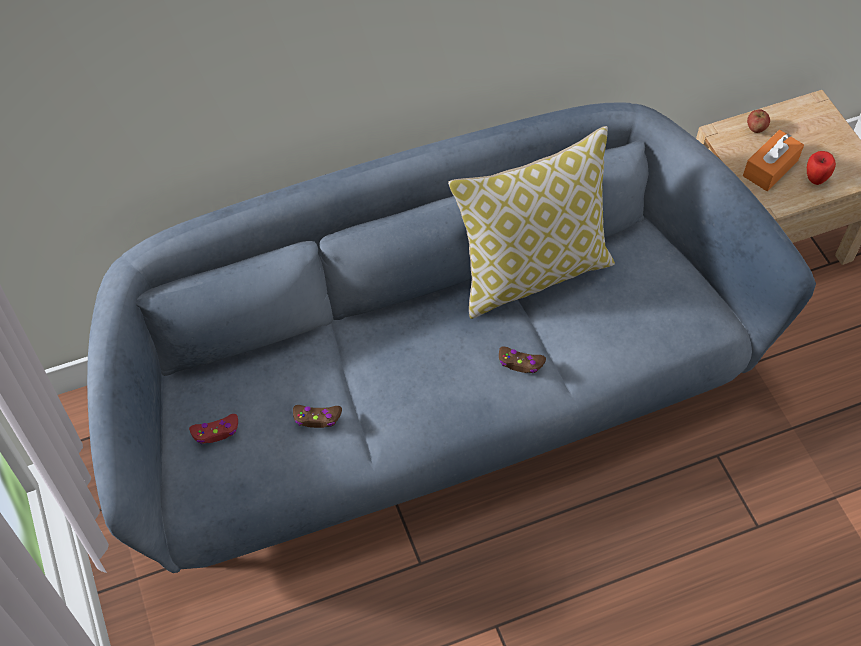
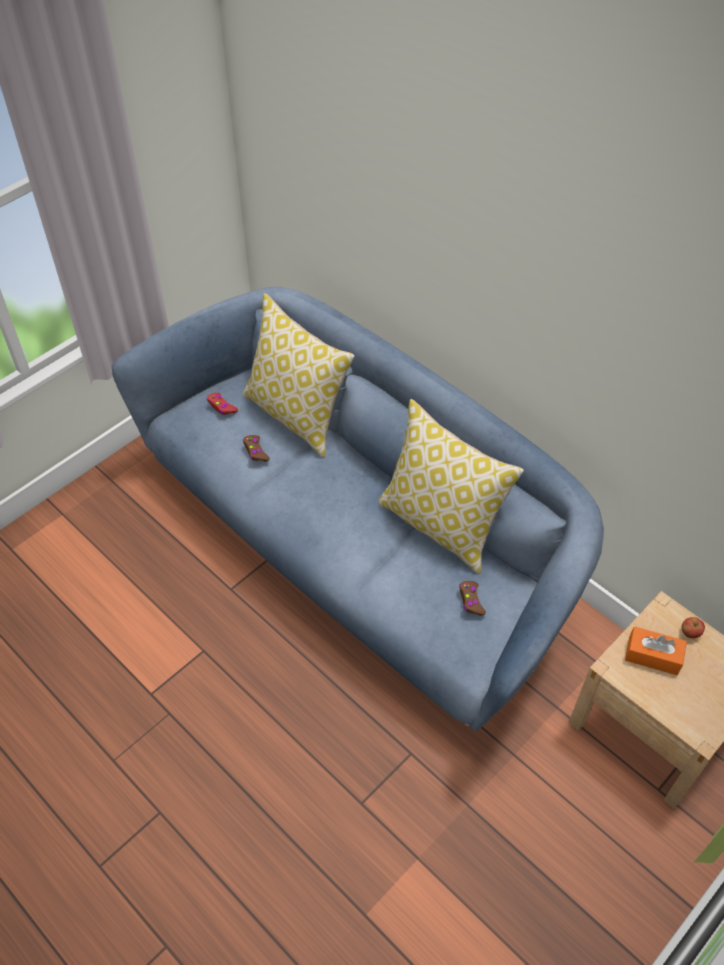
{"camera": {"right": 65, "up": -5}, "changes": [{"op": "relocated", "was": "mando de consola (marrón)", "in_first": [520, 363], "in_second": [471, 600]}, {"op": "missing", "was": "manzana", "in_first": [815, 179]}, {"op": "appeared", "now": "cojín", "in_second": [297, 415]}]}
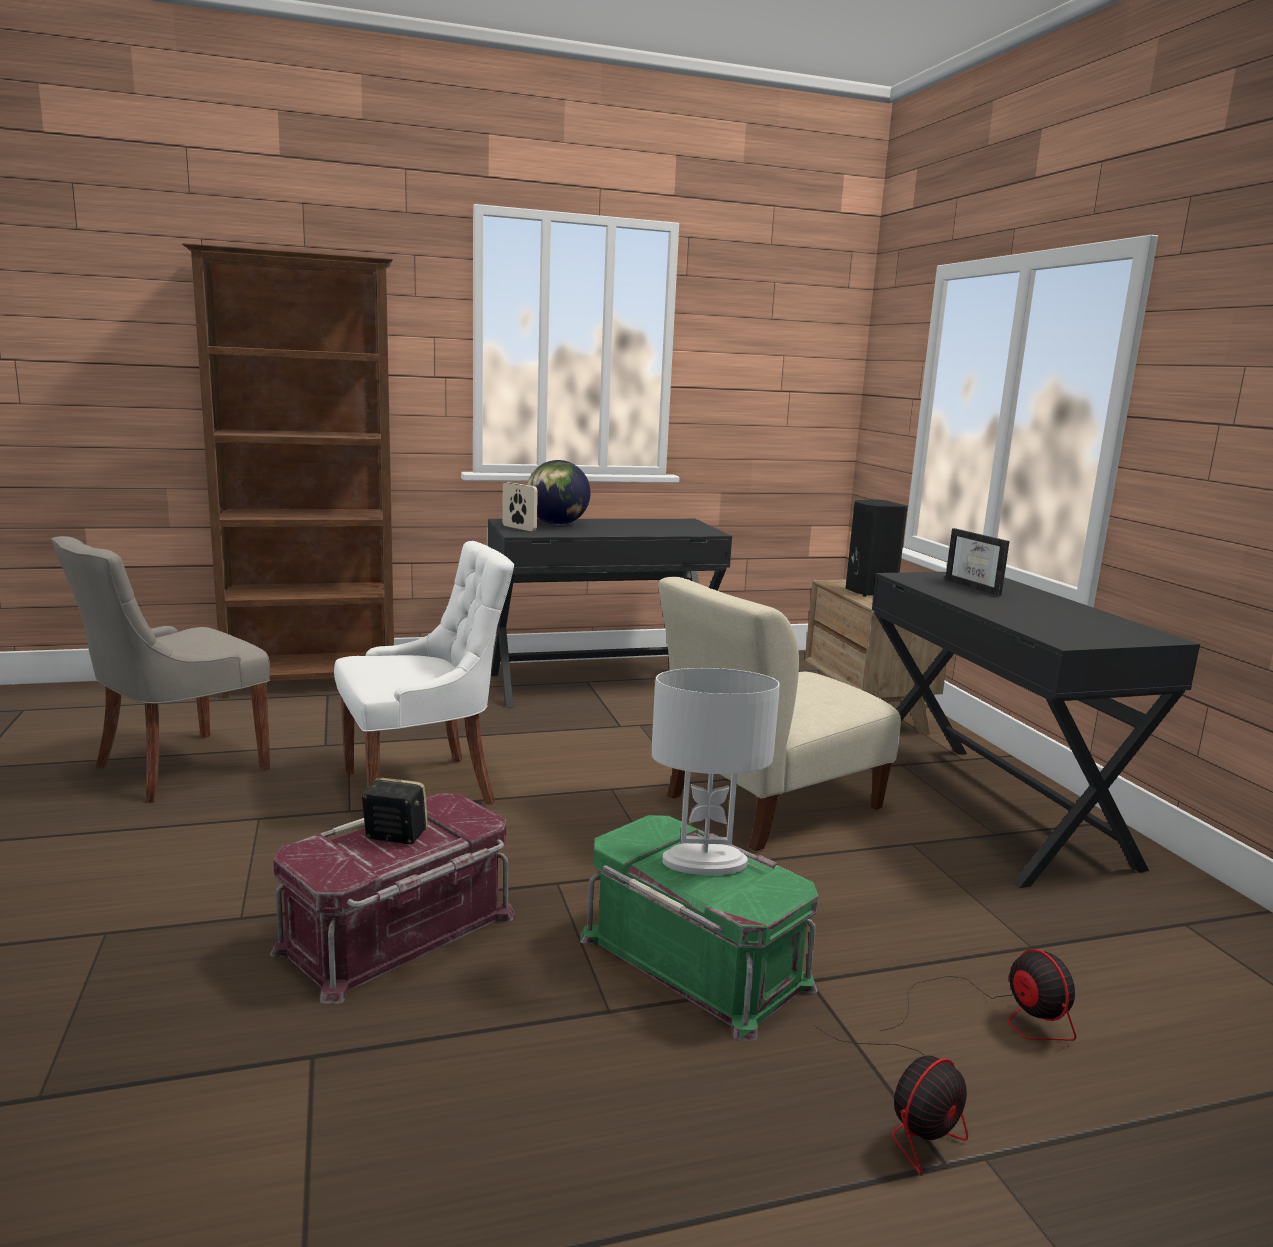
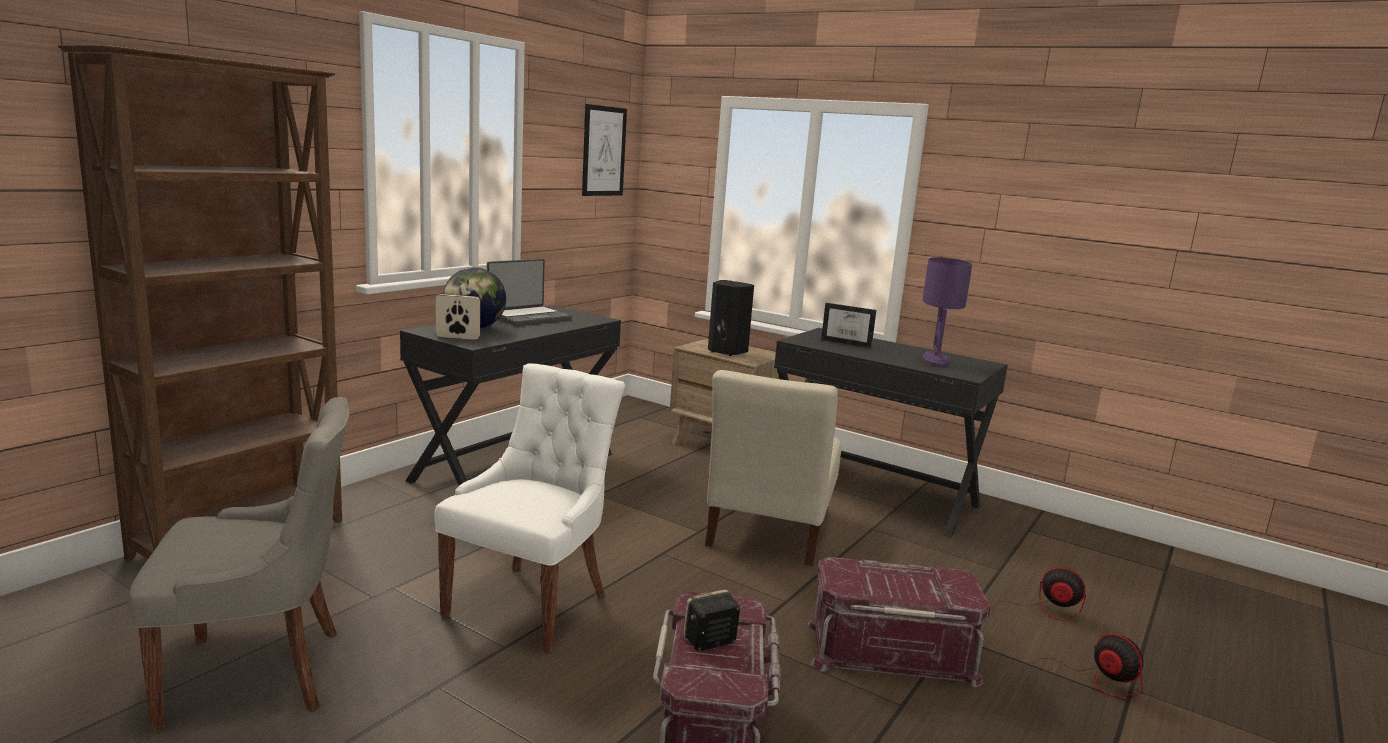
{"camera": {"right": -40, "up": 0}, "changes": [{"op": "spun", "was": "silla (gris)", "in_first": [177, 768], "in_second": [259, 675], "clockwise": -105}, {"op": "colour", "was": "caja de almacenaje (verde)", "now": "caja de almacenaje (rojo)", "in_first": [697, 960], "in_second": [891, 651]}, {"op": "missing", "was": "lámpara de mesa (blanco)", "in_first": [704, 863]}, {"op": "spun", "was": "ventilador", "in_first": [914, 1113], "in_second": [1085, 683], "clockwise": -45}, {"op": "appeared", "now": "portátil", "in_second": [528, 317]}, {"op": "appeared", "now": "cuadro", "in_second": [604, 151]}, {"op": "appeared", "now": "lámpara de mesa (morado)", "in_second": [934, 361]}]}
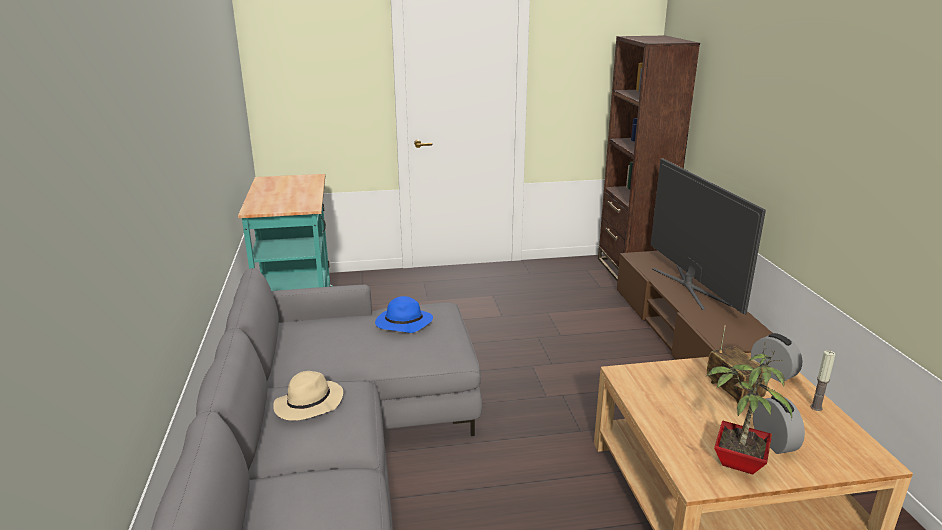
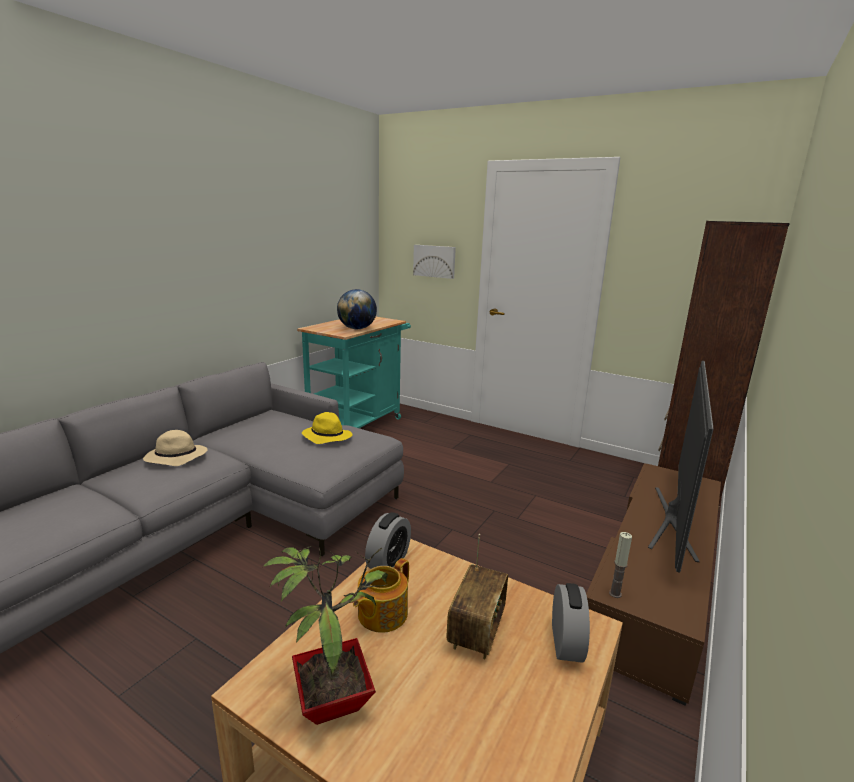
{"camera": {"right": 40, "up": -5}, "changes": [{"op": "colour", "was": "sombrero (azul)", "now": "sombrero (amarillo)", "in_first": [403, 324], "in_second": [326, 437]}, {"op": "relocated", "was": "despertador", "in_first": [773, 441], "in_second": [388, 561]}, {"op": "relocated", "was": "vela", "in_first": [816, 407], "in_second": [615, 593]}, {"op": "appeared", "now": "globo terráqueo", "in_second": [357, 329]}, {"op": "appeared", "now": "tetera", "in_second": [381, 614]}, {"op": "appeared", "now": "cuadro", "in_second": [434, 261]}]}
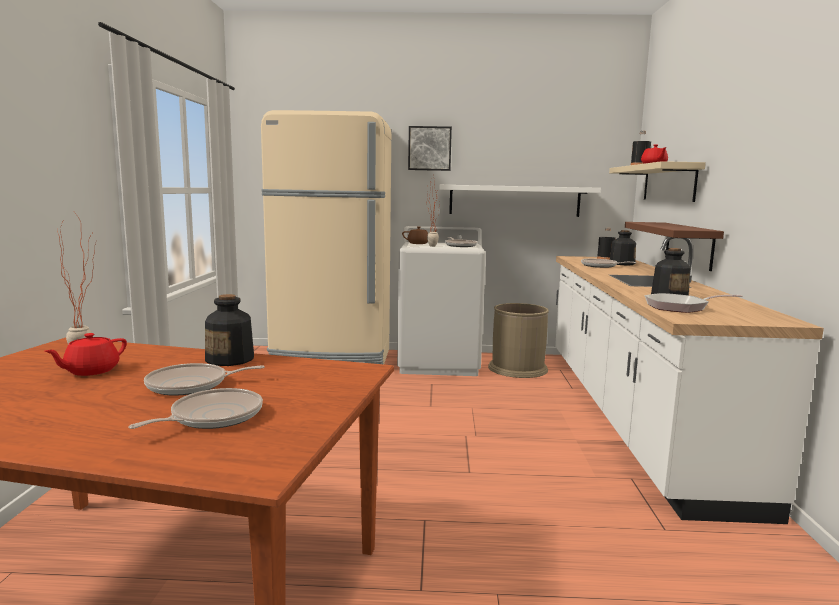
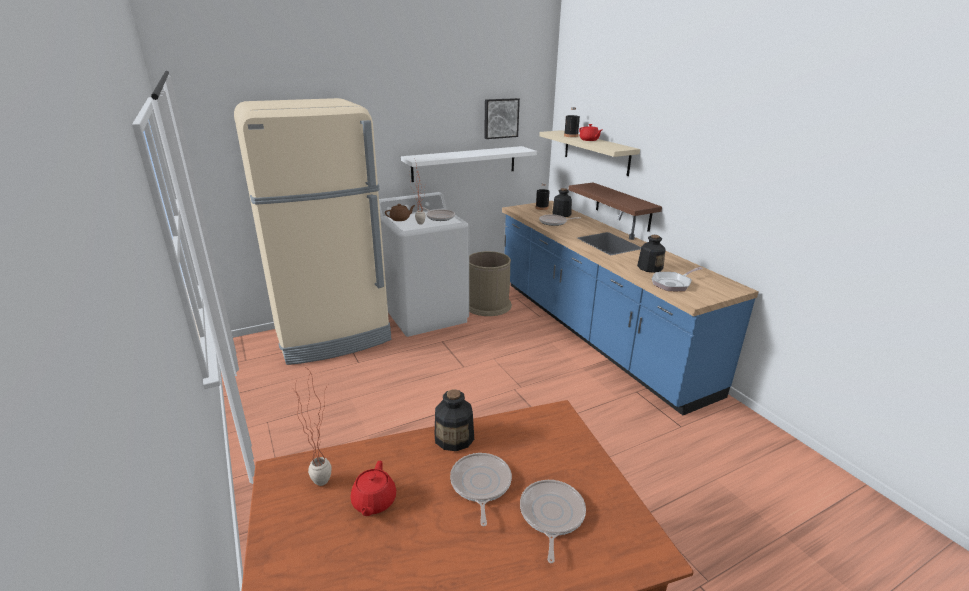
{"camera": {"right": -30, "up": 15}, "changes": [{"op": "spun", "was": "sartén", "in_first": [191, 385], "in_second": [480, 485], "clockwise": 135}, {"op": "relocated", "was": "cuadro", "in_first": [429, 148], "in_second": [500, 118]}, {"op": "colour", "was": "mueble bajo de cocina (blanco)", "now": "mueble bajo de cocina (azul)", "in_first": [630, 414], "in_second": [593, 332]}]}
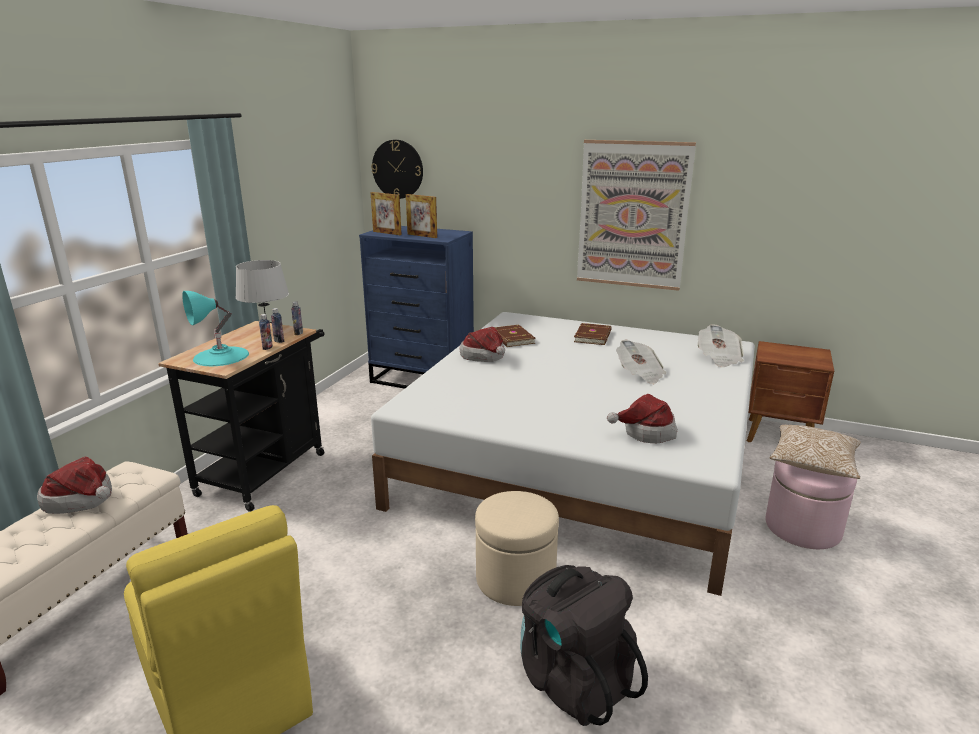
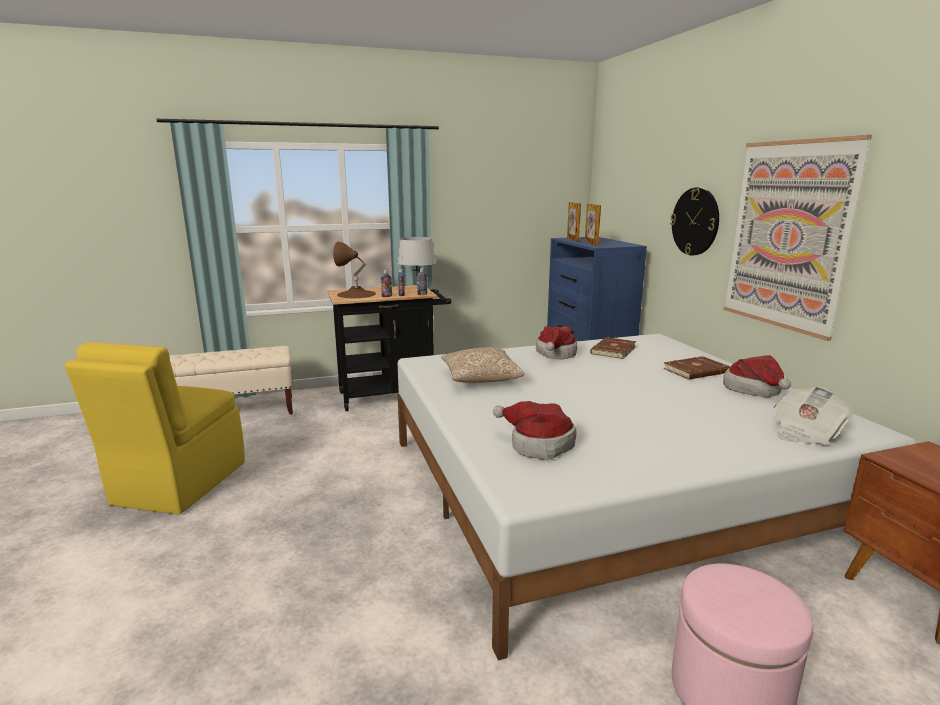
{"camera": {"right": 50, "up": -5}, "changes": [{"op": "relocated", "was": "sombrero", "in_first": [82, 501], "in_second": [755, 390]}, {"op": "colour", "was": "lámpara de mesa (turquesa)", "now": "lámpara de mesa (marrón)", "in_first": [221, 356], "in_second": [356, 294]}, {"op": "relocated", "was": "reloj de pared", "in_first": [397, 169], "in_second": [695, 221]}, {"op": "missing", "was": "puf (beis)", "in_first": [515, 579]}, {"op": "missing", "was": "mochila (negro)", "in_first": [573, 680]}, {"op": "missing", "was": "periódico", "in_first": [640, 374]}, {"op": "relocated", "was": "cojín", "in_first": [813, 464], "in_second": [480, 379]}]}
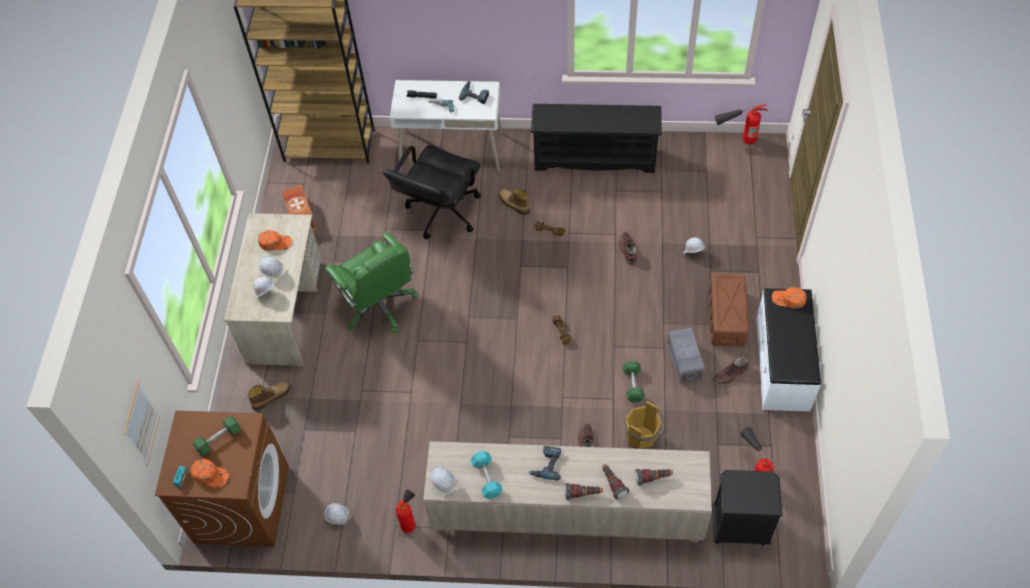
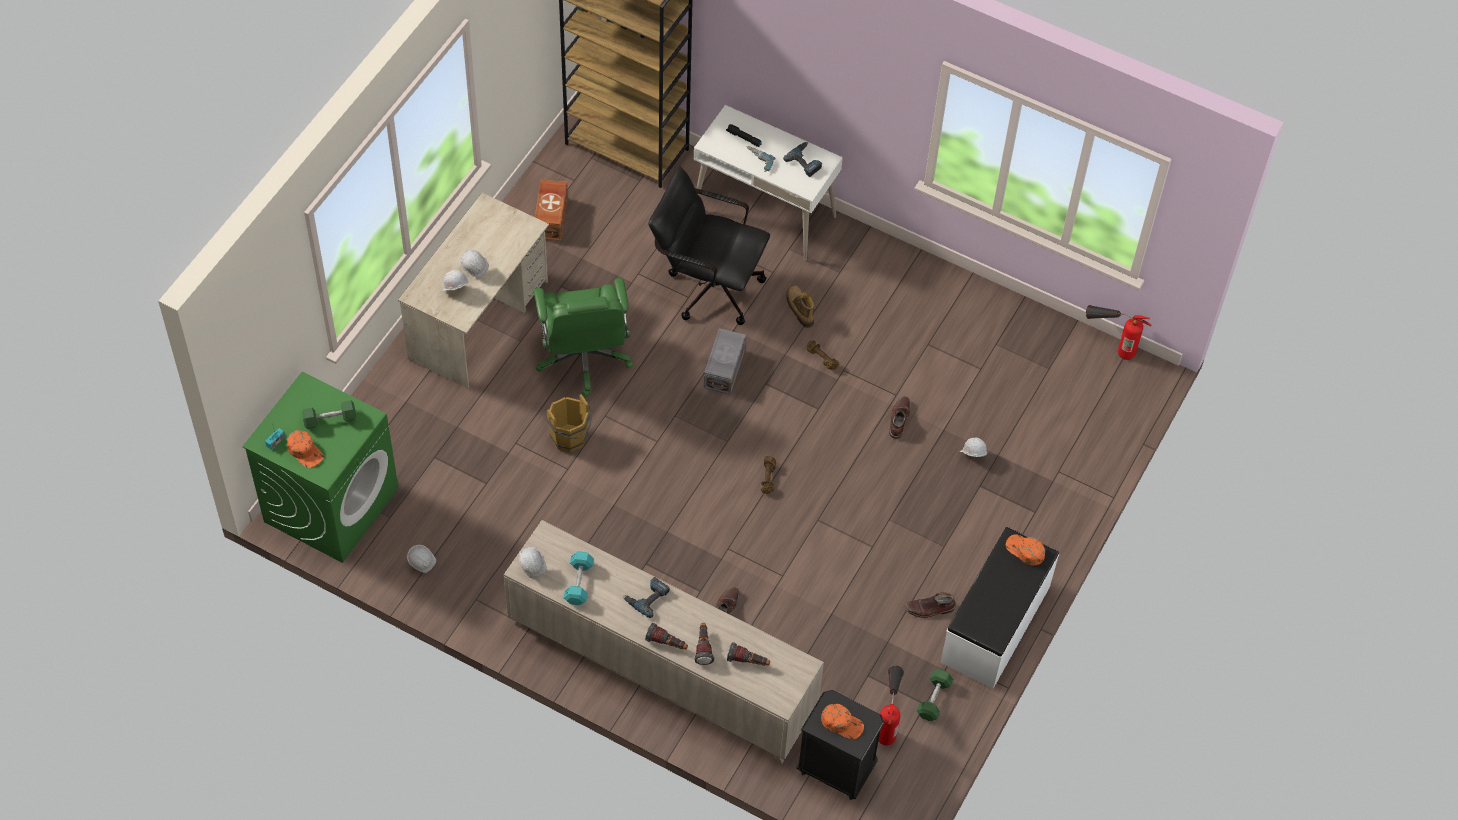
{"camera": {"right": 20, "up": 0}, "changes": [{"op": "missing", "was": "cuadro", "in_first": [141, 424]}, {"op": "colour", "was": "lavadora (marrón)", "now": "lavadora (verde)", "in_first": [242, 503], "in_second": [331, 504]}, {"op": "missing", "was": "bota", "in_first": [271, 397]}, {"op": "relocated", "was": "gorra (naranja)", "in_first": [275, 242], "in_second": [842, 723]}, {"op": "spun", "was": "silla de oficina (negro)", "in_first": [440, 216], "in_second": [707, 286], "clockwise": 60}, {"op": "missing", "was": "extintor", "in_first": [410, 523]}, {"op": "missing", "was": "zapatero (negro)", "in_first": [595, 157]}, {"op": "relocated", "was": "mancuerna (verde)", "in_first": [633, 385], "in_second": [933, 699]}, {"op": "relocated", "was": "cubo (marrón)", "in_first": [643, 440], "in_second": [570, 440]}, {"op": "relocated", "was": "caja de almacenaje (gris)", "in_first": [683, 362], "in_second": [723, 369]}, {"op": "missing", "was": "caja de almacenaje (marrón)", "in_first": [726, 317]}]}
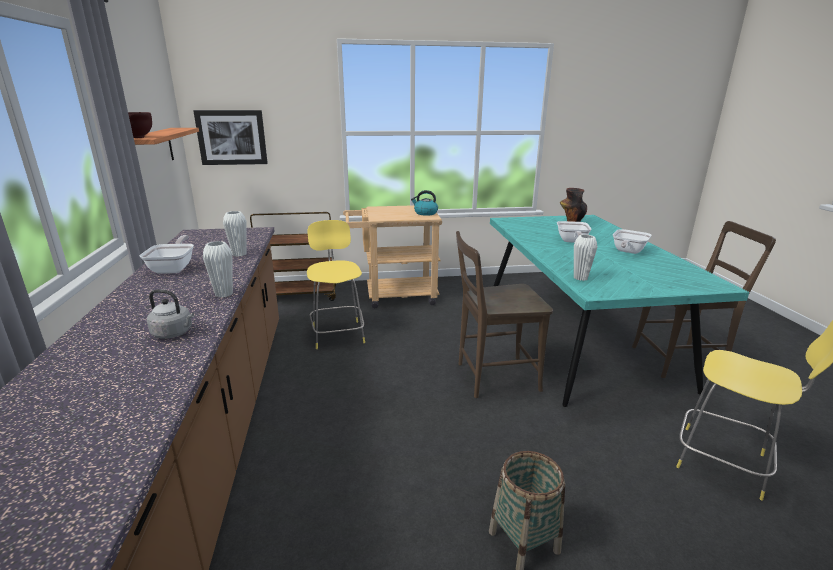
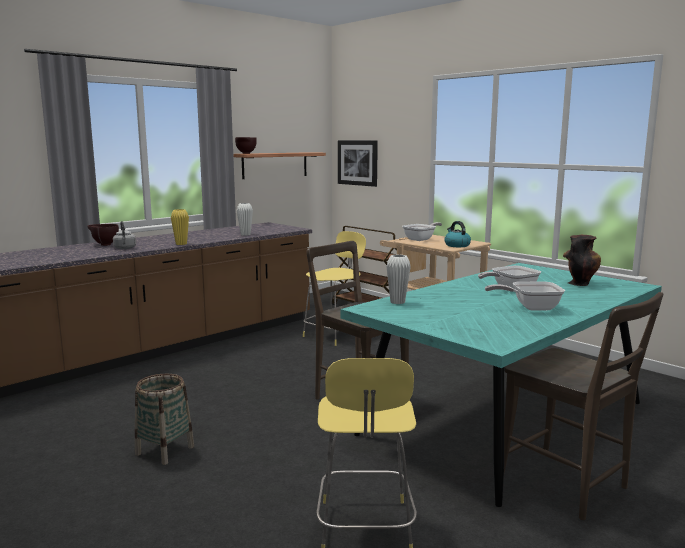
{"camera": {"right": 55, "up": -10}, "changes": [{"op": "relocated", "was": "sartén", "in_first": [174, 268], "in_second": [421, 239]}, {"op": "colour", "was": "florero (blanco)", "now": "florero (amarillo)", "in_first": [224, 294], "in_second": [181, 244]}, {"op": "appeared", "now": "cuenco (marrón)", "in_second": [104, 244]}]}
